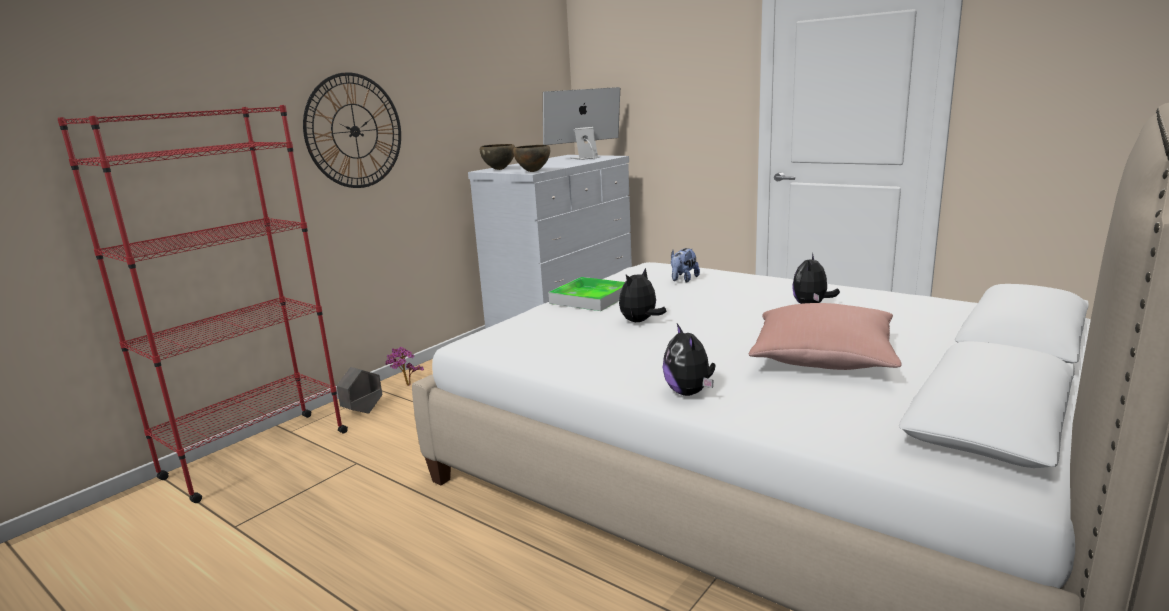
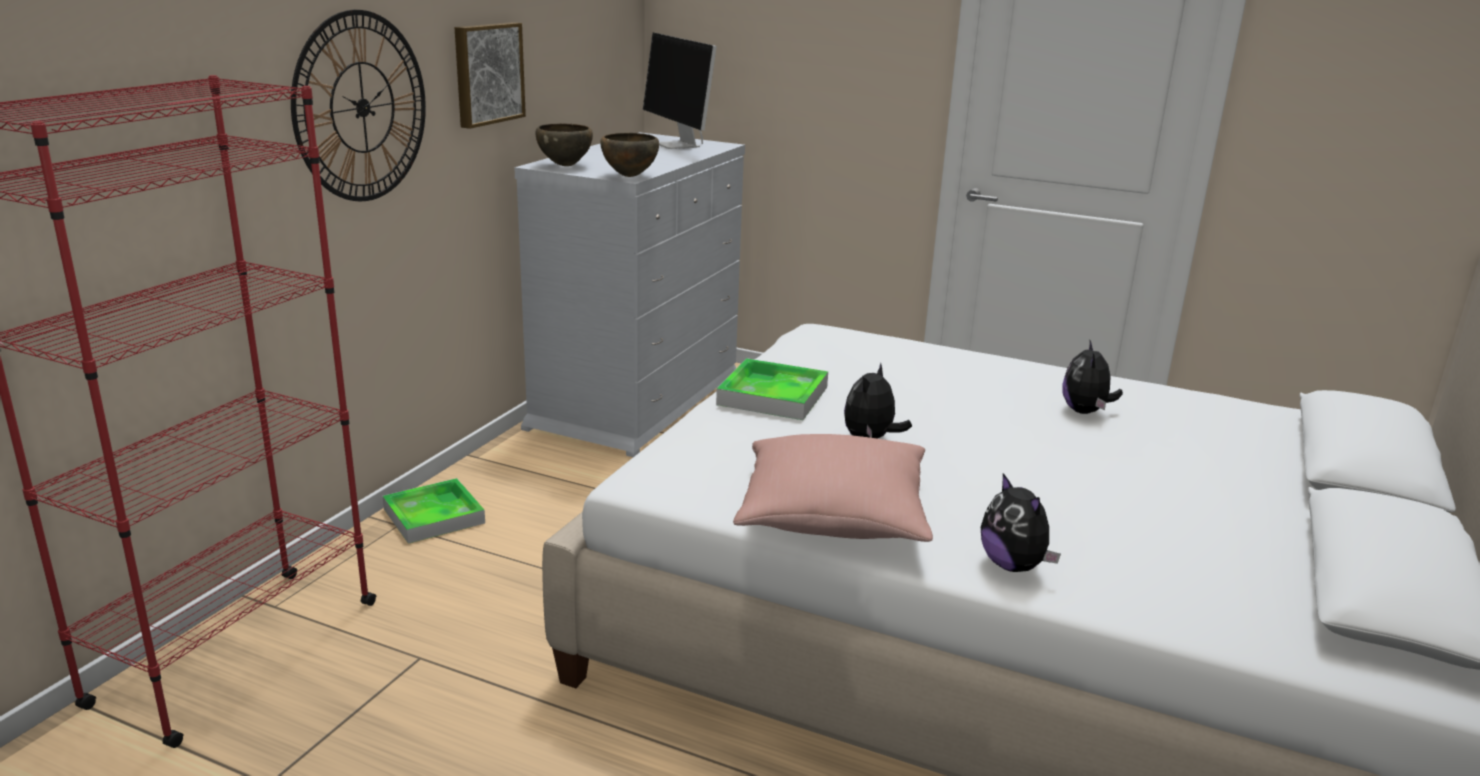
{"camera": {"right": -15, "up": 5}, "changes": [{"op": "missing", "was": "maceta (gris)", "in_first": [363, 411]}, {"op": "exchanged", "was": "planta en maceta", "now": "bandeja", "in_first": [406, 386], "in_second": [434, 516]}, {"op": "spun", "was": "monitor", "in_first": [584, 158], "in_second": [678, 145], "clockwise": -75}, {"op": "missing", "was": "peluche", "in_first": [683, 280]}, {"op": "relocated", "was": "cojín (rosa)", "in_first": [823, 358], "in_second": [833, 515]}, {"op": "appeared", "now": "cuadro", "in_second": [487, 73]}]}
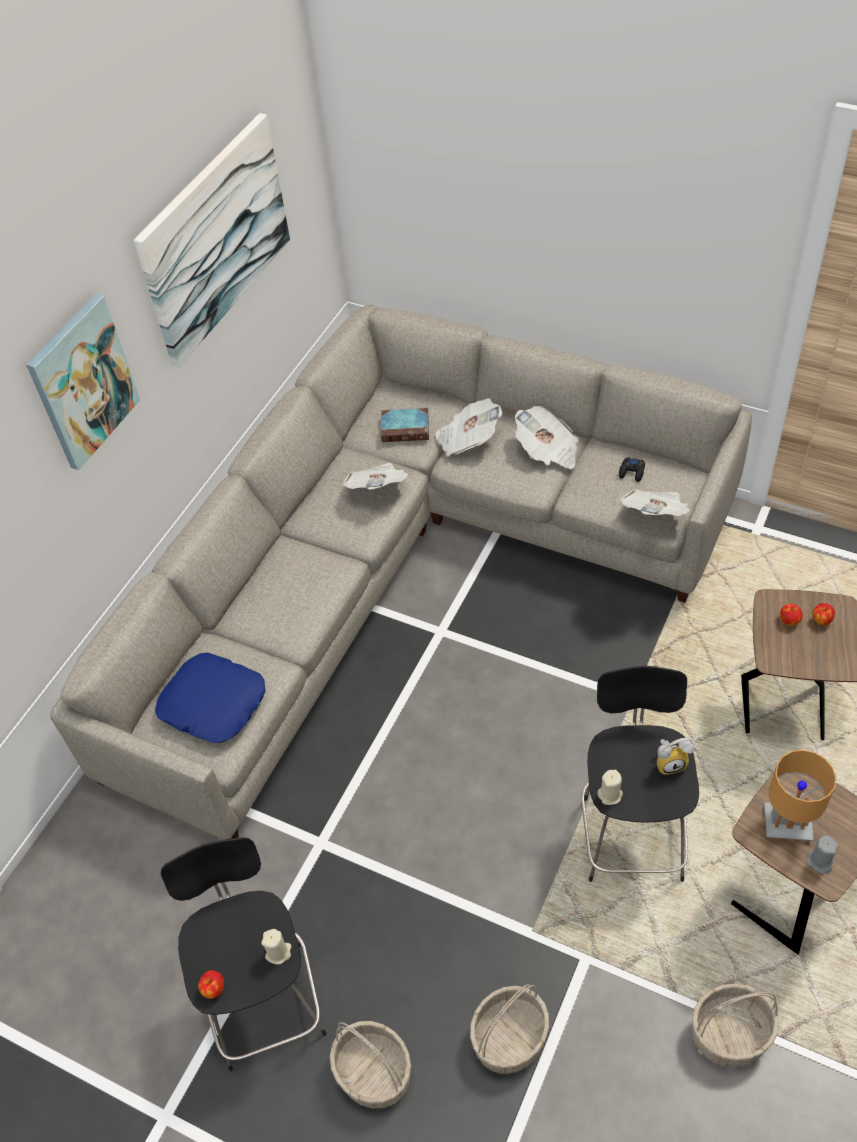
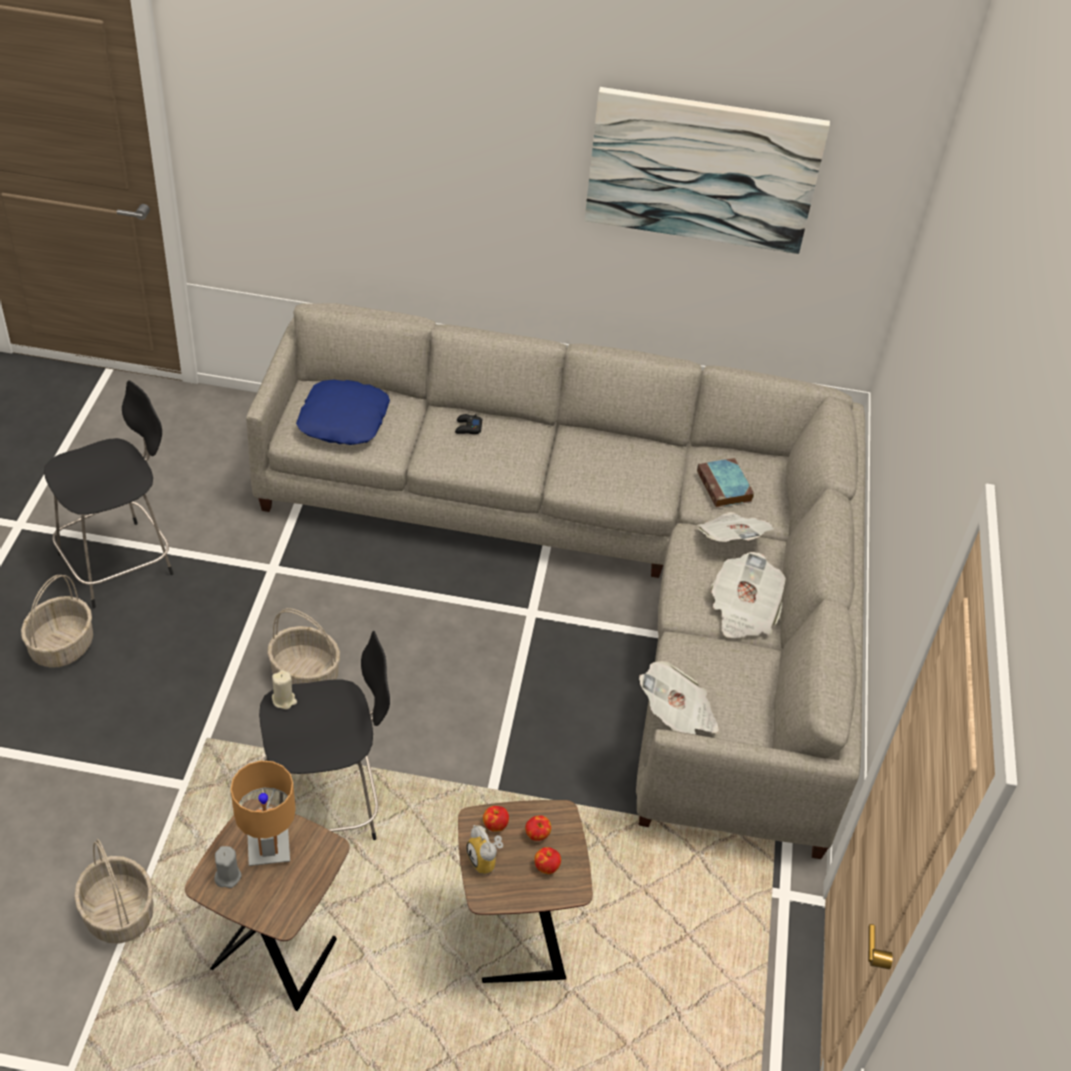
{"camera": {"right": 65, "up": -5}, "changes": [{"op": "missing", "was": "cuadro", "in_first": [83, 382]}, {"op": "relocated", "was": "manzana", "in_first": [213, 989], "in_second": [495, 825]}, {"op": "missing", "was": "vela (beis)", "in_first": [278, 952]}, {"op": "missing", "was": "periódico", "in_first": [378, 488]}, {"op": "relocated", "was": "cesta", "in_first": [510, 1037], "in_second": [306, 674]}, {"op": "relocated", "was": "mando de consola (negro)", "in_first": [632, 472], "in_second": [468, 428]}, {"op": "relocated", "was": "despertador", "in_first": [671, 762], "in_second": [486, 861]}]}
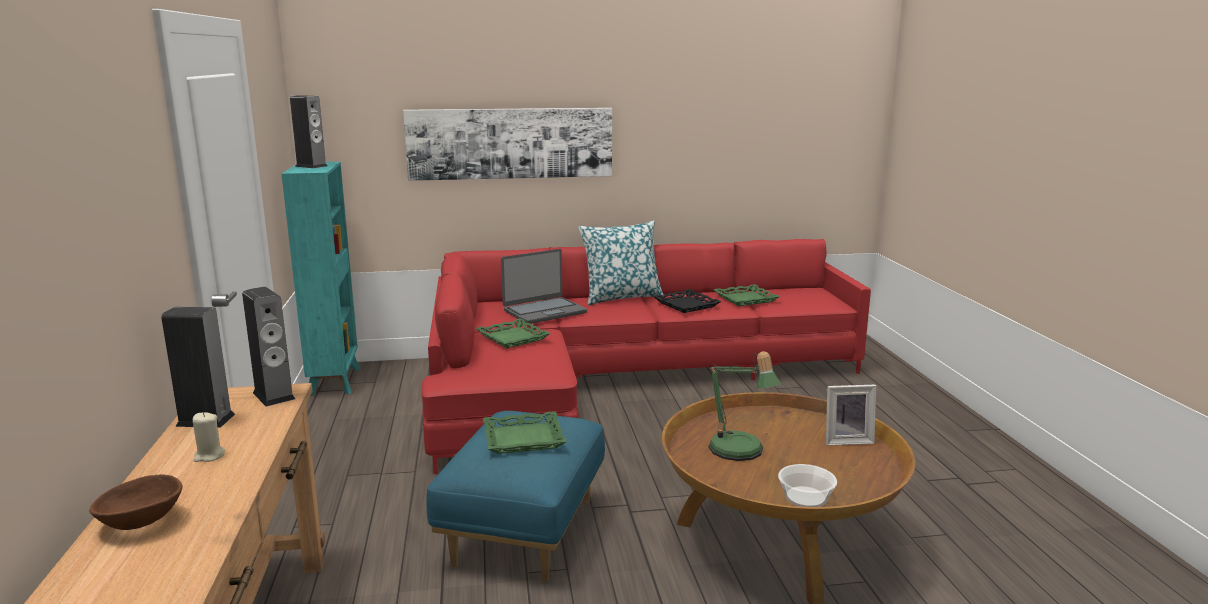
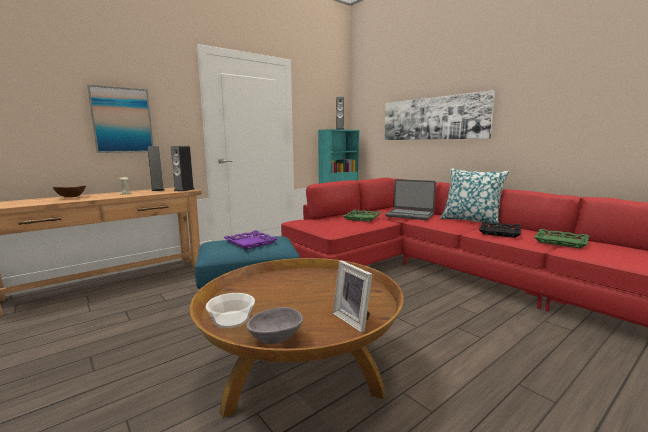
{"camera": {"right": 60, "up": -5}, "changes": [{"op": "colour", "was": "bandeja (verde)", "now": "bandeja (morado)", "in_first": [523, 439], "in_second": [250, 243]}, {"op": "missing", "was": "lámpara de mesa", "in_first": [739, 453]}, {"op": "appeared", "now": "cuadro", "in_second": [122, 120]}, {"op": "appeared", "now": "cuenco (gris)", "in_second": [275, 339]}]}
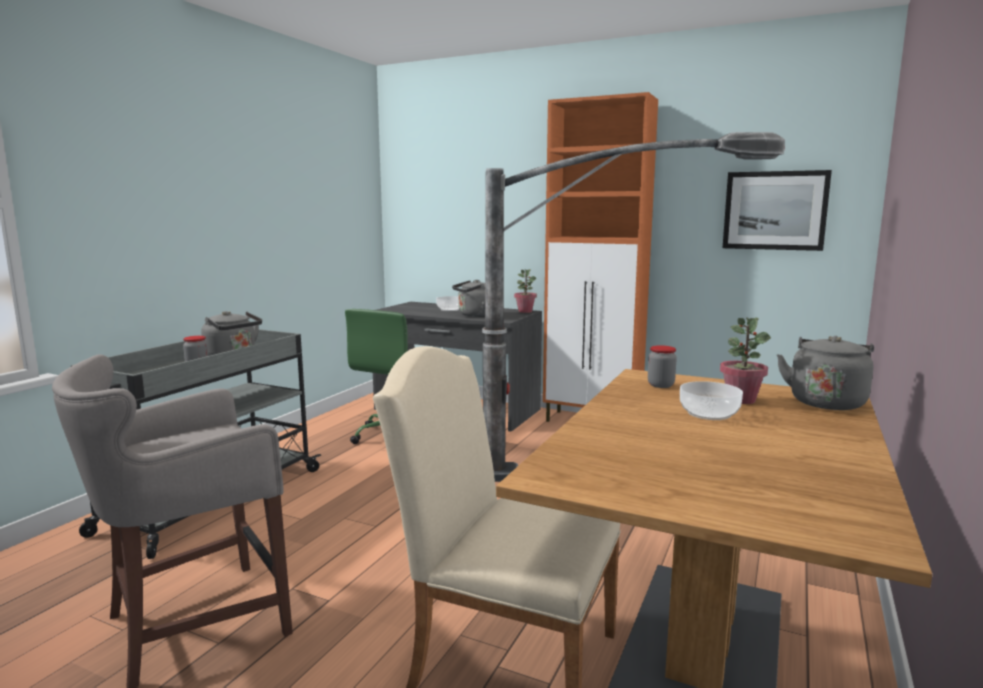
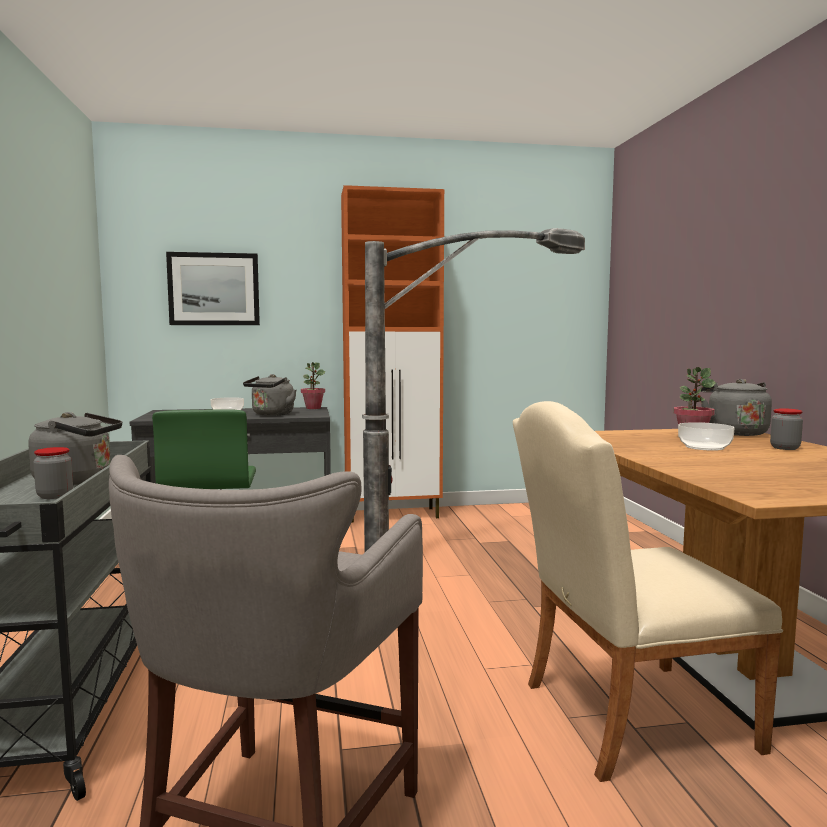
{"camera": {"right": -35, "up": -5}, "changes": [{"op": "relocated", "was": "tarro", "in_first": [660, 385], "in_second": [785, 448]}, {"op": "relocated", "was": "cuadro", "in_first": [774, 210], "in_second": [214, 289]}]}
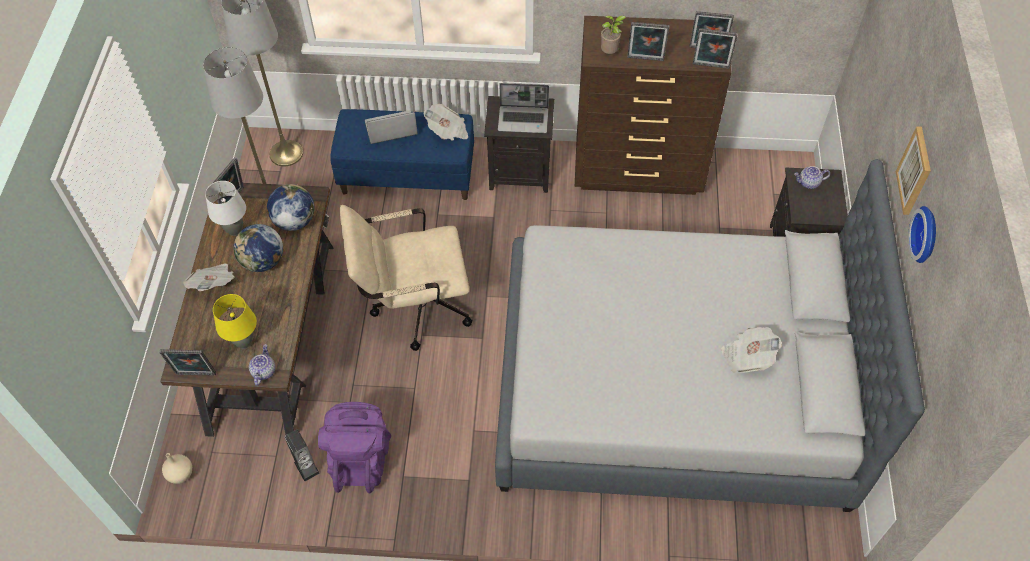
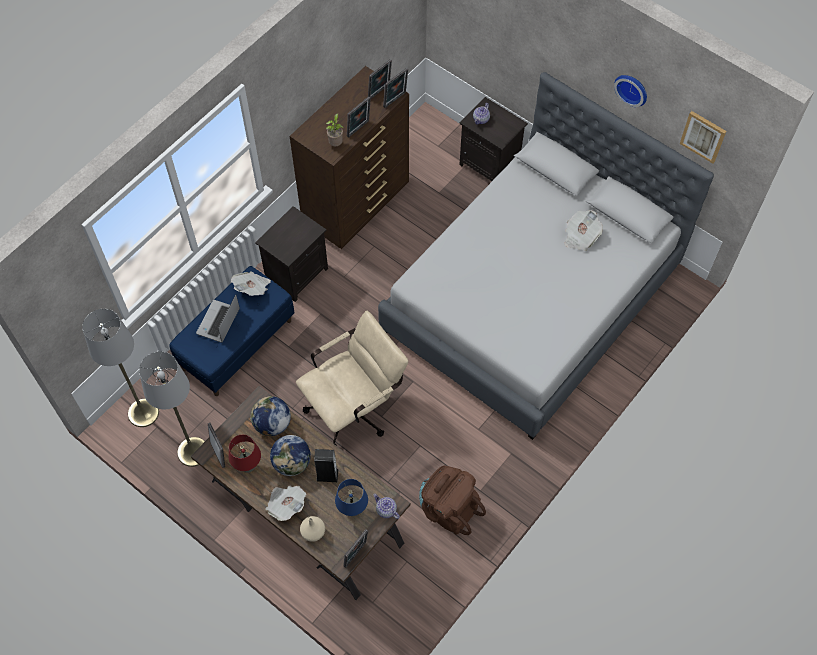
{"camera": {"right": -55, "up": 5}, "changes": [{"op": "relocated", "was": "florero (beis)", "in_first": [181, 475], "in_second": [314, 533]}, {"op": "colour", "was": "lámpara de mesa (blanco)", "now": "lámpara de mesa (rojo)", "in_first": [235, 230], "in_second": [248, 467]}, {"op": "colour", "was": "lámpara de mesa (amarillo)", "now": "lámpara de mesa (azul)", "in_first": [244, 342], "in_second": [352, 510]}, {"op": "relocated", "was": "altavoz", "in_first": [306, 467], "in_second": [327, 475]}, {"op": "colour", "was": "mochila (morado)", "now": "mochila (marrón)", "in_first": [360, 458], "in_second": [448, 509]}, {"op": "spun", "was": "silla de oficina (beis)", "in_first": [413, 307], "in_second": [355, 408], "clockwise": -150}, {"op": "missing", "was": "portátil", "in_first": [524, 120]}, {"op": "relocated", "was": "cuadro", "in_first": [915, 171], "in_second": [703, 136]}]}
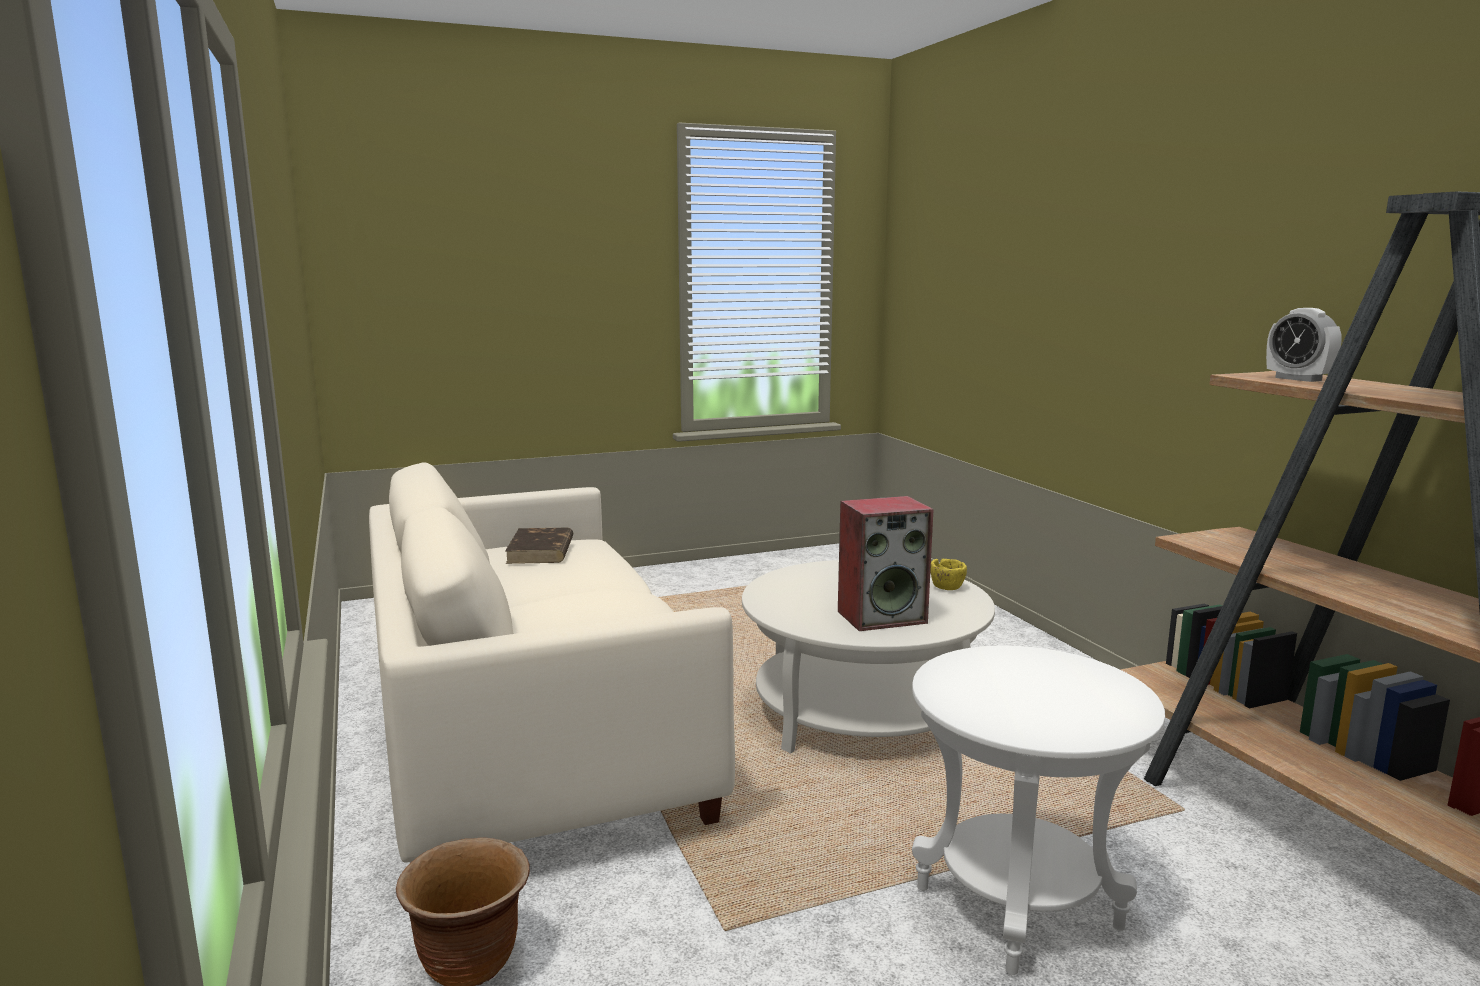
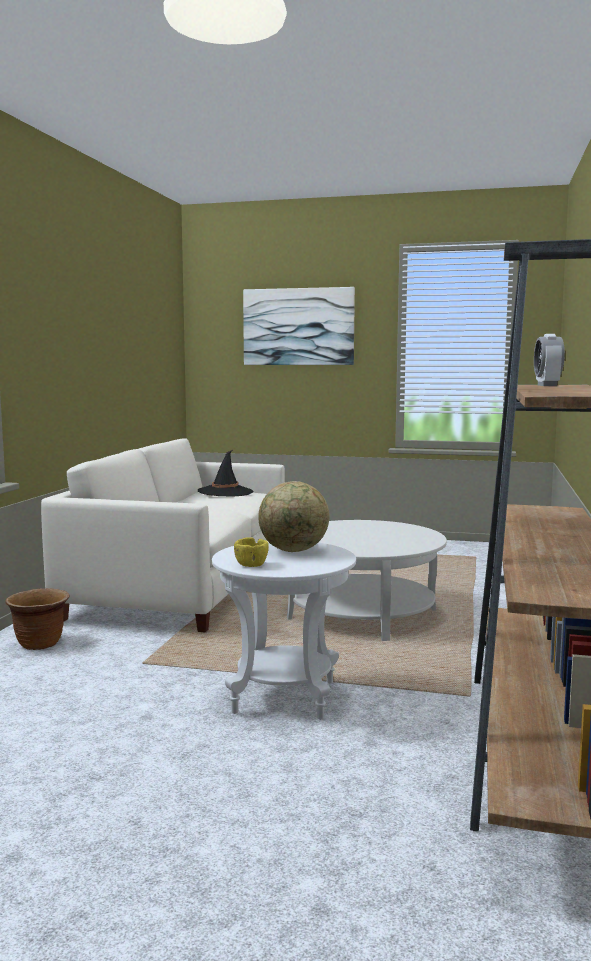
{"camera": {"right": 35, "up": -5}, "changes": [{"op": "exchanged", "was": "libro (marrón)", "now": "sombrero (negro)", "in_first": [540, 551], "in_second": [225, 492]}, {"op": "missing", "was": "altavoz", "in_first": [882, 616]}, {"op": "relocated", "was": "cuenco (amarillo)", "in_first": [947, 587], "in_second": [251, 565]}, {"op": "appeared", "now": "cuadro", "in_second": [298, 327]}, {"op": "appeared", "now": "globo terráqueo", "in_second": [294, 551]}]}
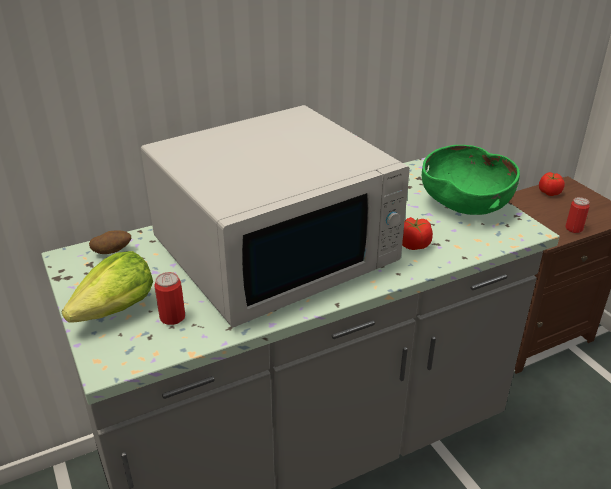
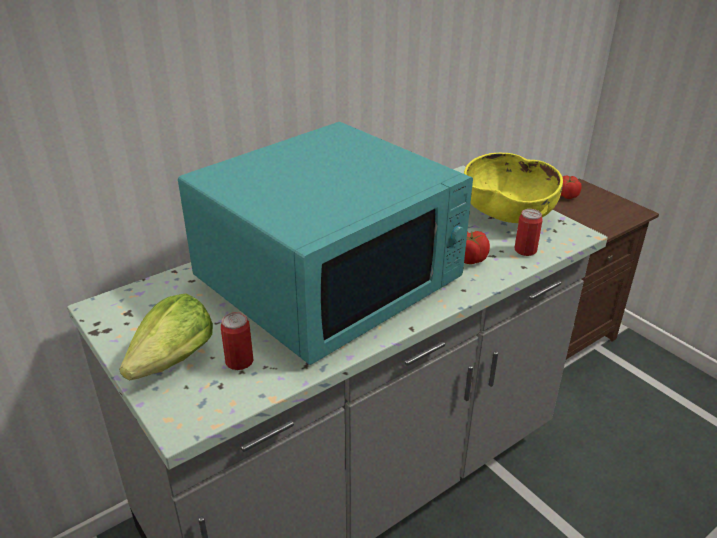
{"camera": {"right": -10, "up": 0}, "changes": [{"op": "missing", "was": "patata", "in_first": [112, 252]}, {"op": "colour", "was": "microondas (blanco)", "now": "microondas (turquesa)", "in_first": [276, 250], "in_second": [330, 278]}, {"op": "colour", "was": "cuenco (verde)", "now": "cuenco (amarillo)", "in_first": [465, 204], "in_second": [508, 213]}, {"op": "relocated", "was": "lata", "in_first": [573, 229], "in_second": [525, 250]}]}
